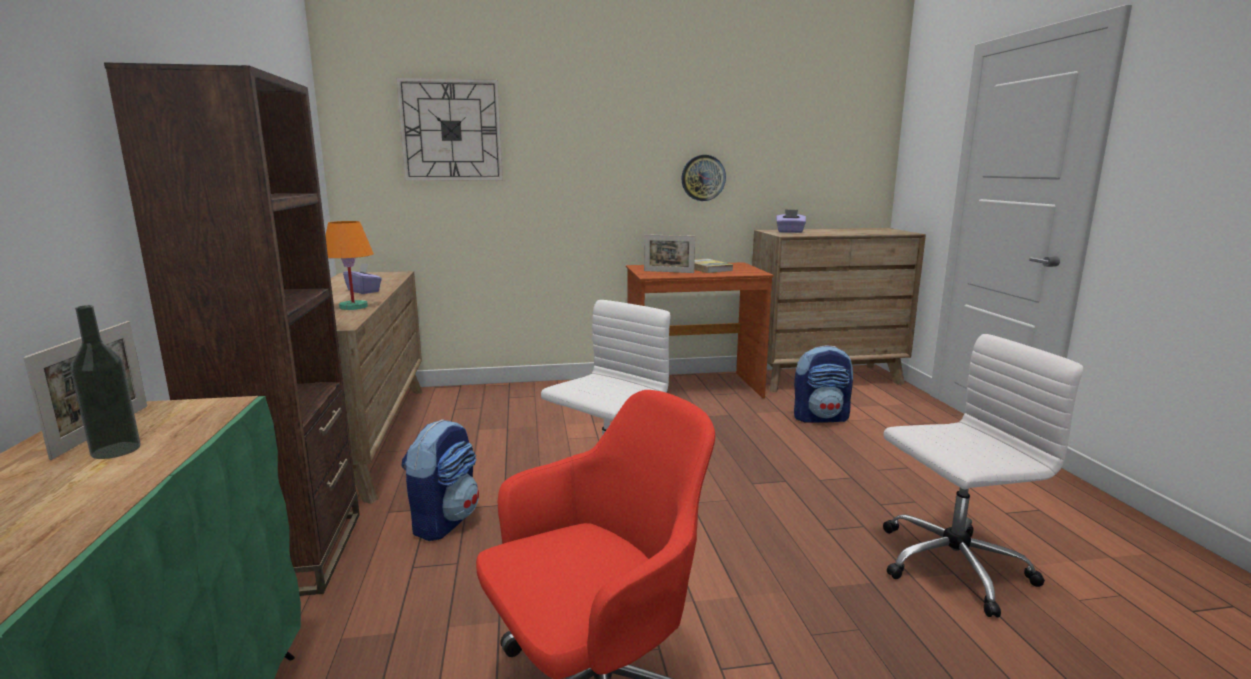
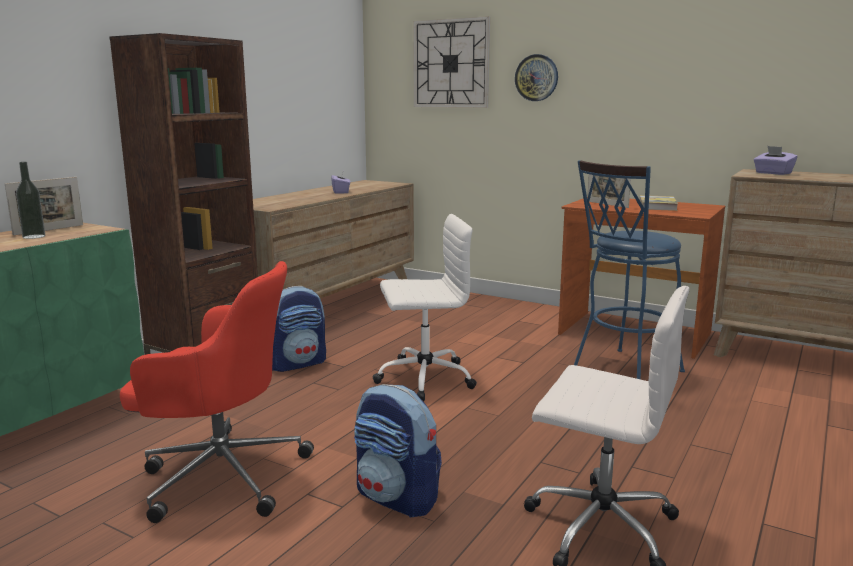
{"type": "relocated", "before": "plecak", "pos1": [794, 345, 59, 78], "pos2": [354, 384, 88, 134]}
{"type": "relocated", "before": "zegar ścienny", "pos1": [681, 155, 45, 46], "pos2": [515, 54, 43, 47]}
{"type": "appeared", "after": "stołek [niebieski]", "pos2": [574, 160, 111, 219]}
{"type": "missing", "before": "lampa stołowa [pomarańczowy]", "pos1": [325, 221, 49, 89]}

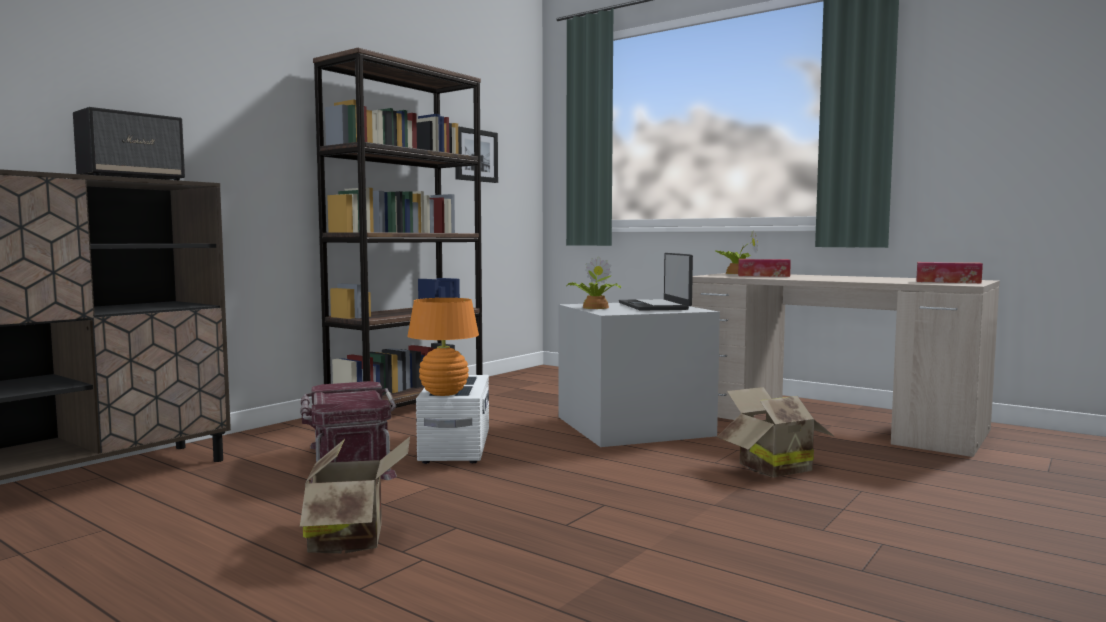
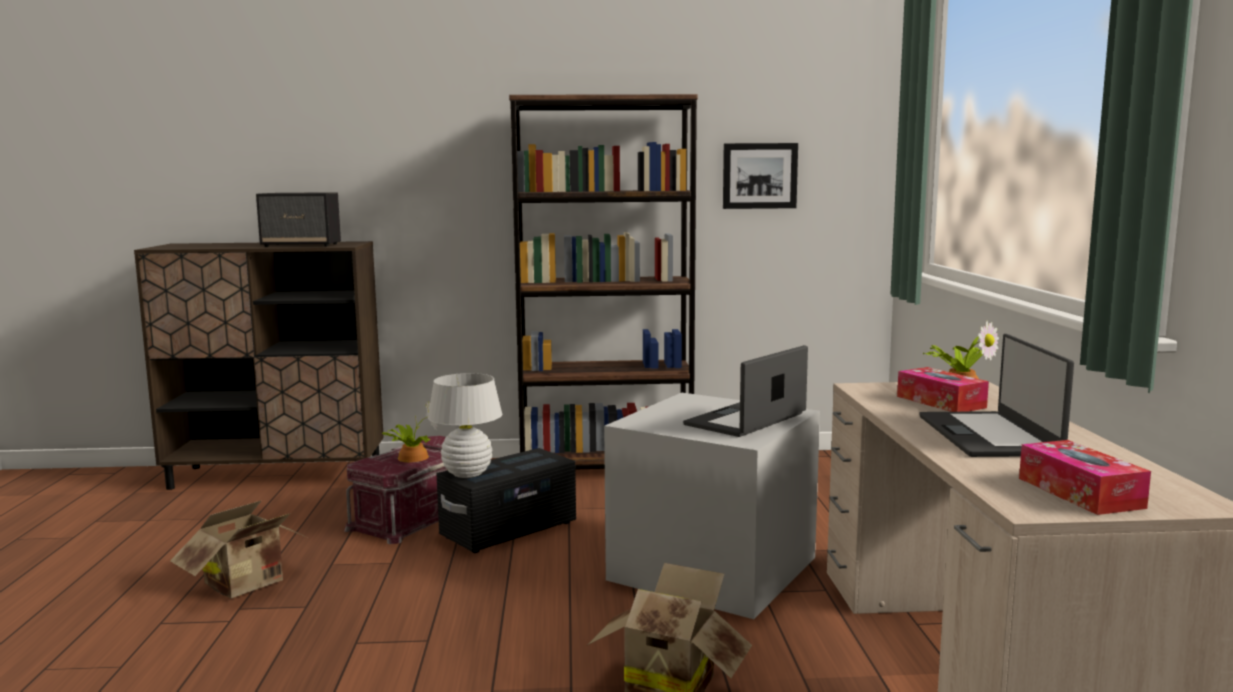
{"type": "relocated", "before": "roślina doniczkowa", "pos1": [567, 257, 54, 52], "pos2": [382, 401, 55, 61]}
{"type": "colour", "before": "lampa stołowa [pomarańczowy]", "after": "lampa stołowa [biały]", "pos1": [407, 298, 72, 98], "pos2": [428, 373, 74, 105]}
{"type": "colour", "before": "pojemnik do przechowywania [biały]", "after": "pojemnik do przechowywania [czarny]", "pos1": [416, 375, 73, 89], "pos2": [436, 448, 140, 105]}
{"type": "appeared", "after": "laptop", "pos2": [920, 334, 154, 123]}

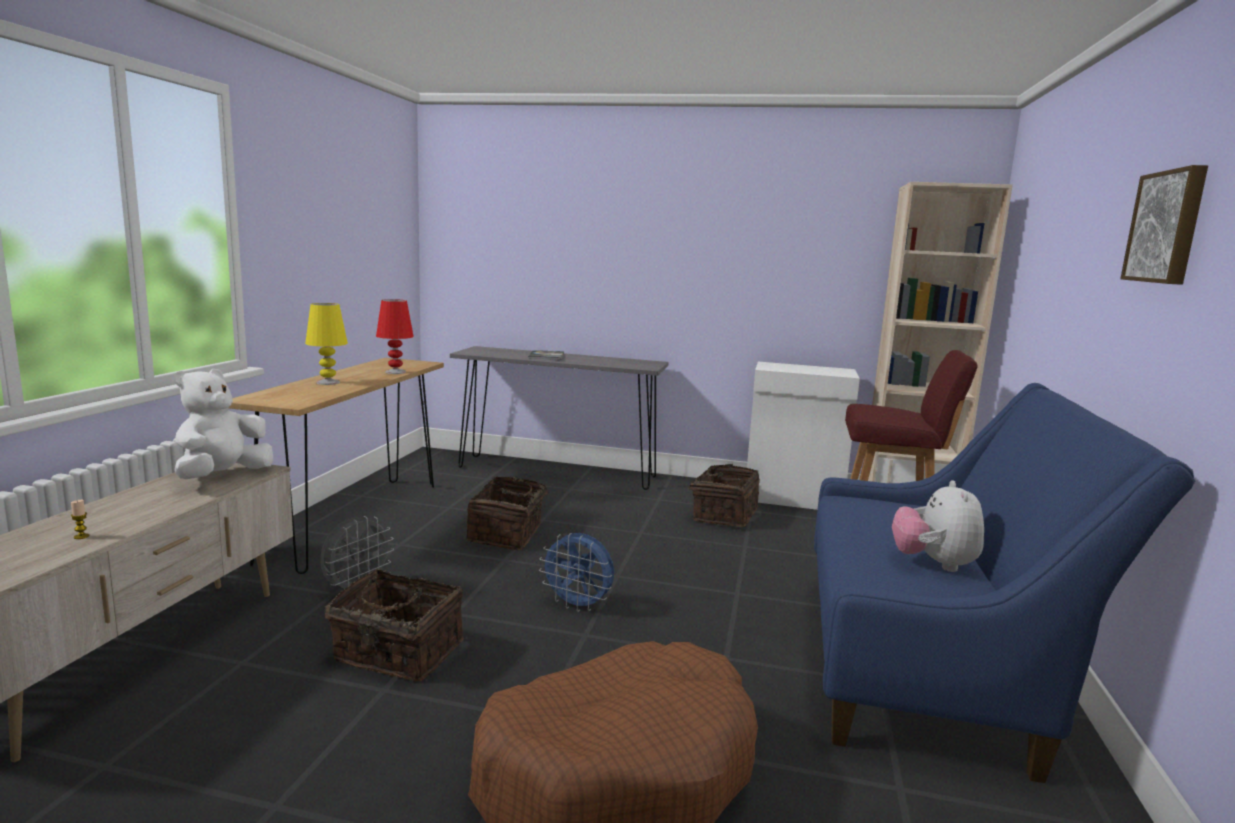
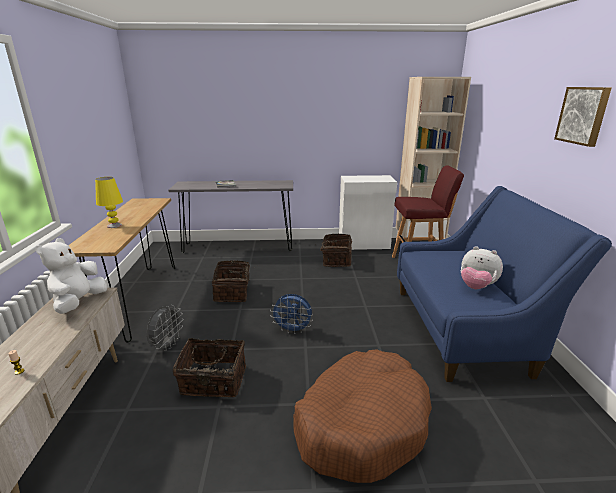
{"type": "spun", "before": "pluszak", "pos1": [892, 480, 92, 92], "pos2": [461, 246, 42, 43], "turn": -45}
{"type": "missing", "before": "lampa stołowa [czerwony]", "pos1": [376, 299, 38, 75]}

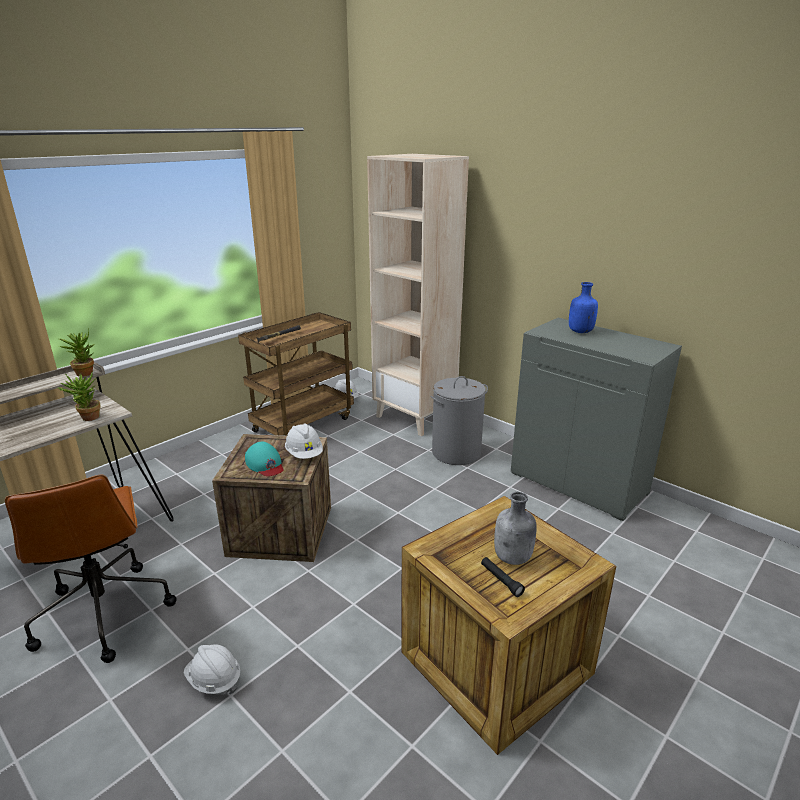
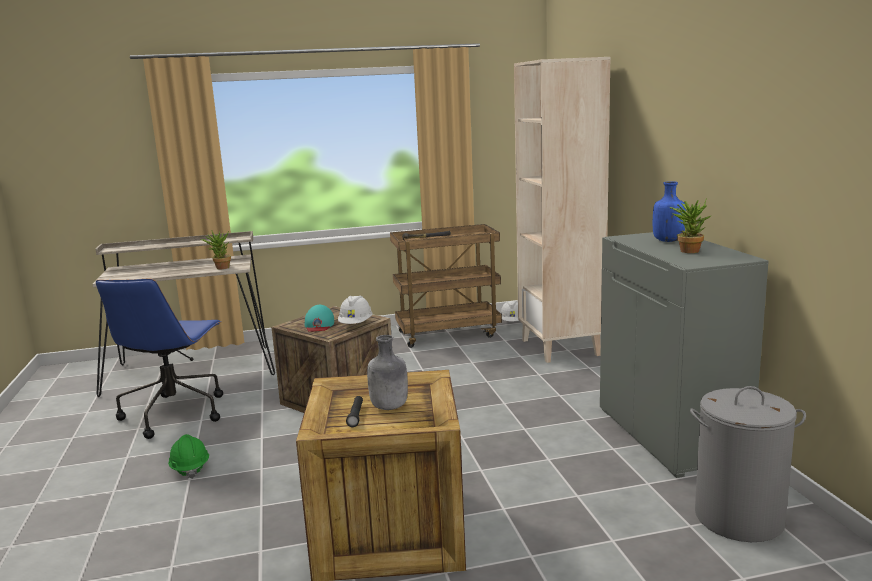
{"type": "colour", "before": "krzesło biurowe [brązowy]", "after": "krzesło biurowe [niebieski]", "pos1": [5, 475, 172, 188], "pos2": [96, 279, 127, 160]}
{"type": "colour", "before": "kask [biały]", "after": "kask [zielony]", "pos1": [184, 644, 56, 51], "pos2": [168, 434, 41, 45]}
{"type": "relocated", "before": "roślina doniczkowa", "pos1": [59, 329, 35, 48], "pos2": [670, 198, 42, 55]}
{"type": "relocated", "before": "kosz na pranie [szary]", "pos1": [430, 376, 58, 89], "pos2": [690, 386, 116, 156]}

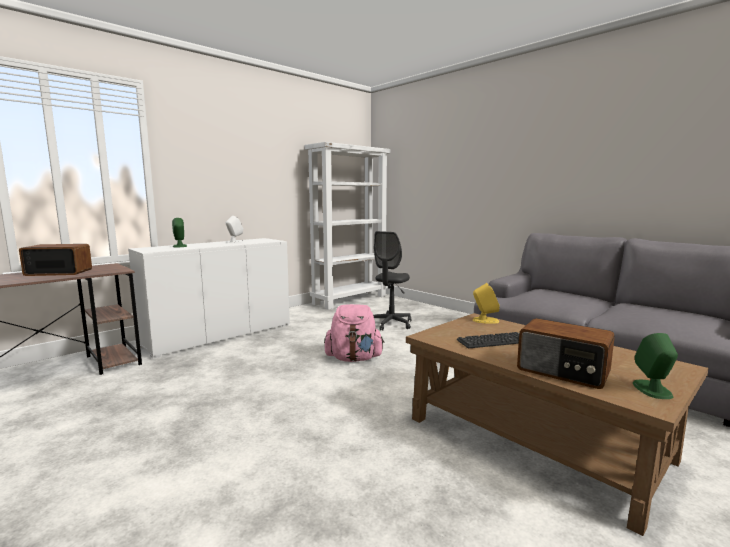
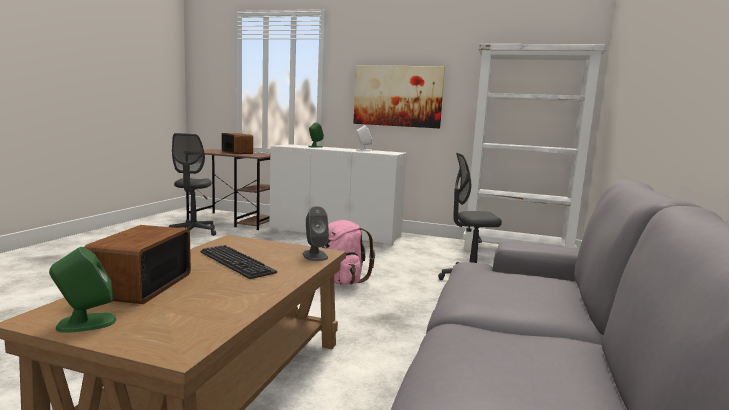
{"type": "appeared", "after": "krzesło biurowe [szary]", "pos2": [169, 133, 47, 103]}
{"type": "colour", "before": "głośnik [żółty]", "after": "głośnik [szary]", "pos1": [473, 283, 26, 41], "pos2": [303, 206, 26, 55]}
{"type": "appeared", "after": "obraz", "pos2": [353, 65, 92, 63]}

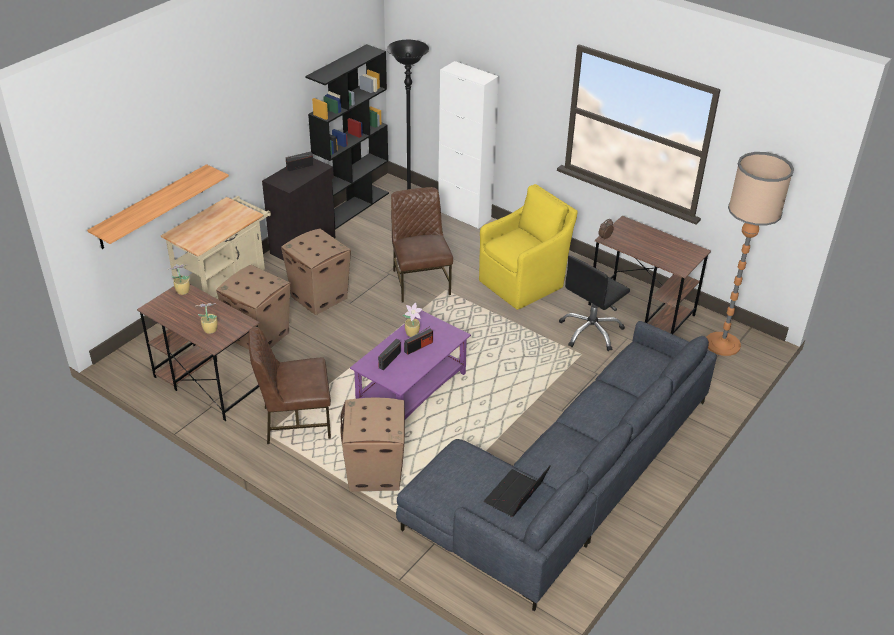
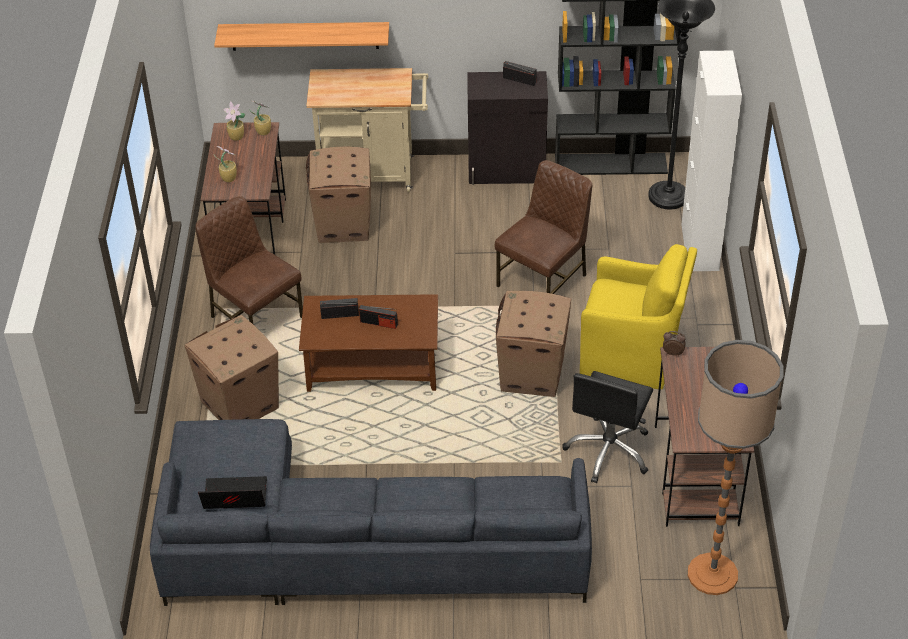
{"type": "relocated", "before": "roślina doniczkowa", "pos1": [402, 303, 21, 34], "pos2": [224, 102, 21, 39]}
{"type": "colour", "before": "ława [fioletowy]", "after": "ława [brązowy]", "pos1": [350, 311, 121, 108], "pos2": [299, 294, 139, 98]}
{"type": "relocated", "before": "karton", "pos1": [281, 228, 70, 87], "pos2": [496, 291, 75, 106]}
{"type": "spun", "before": "krzesło biurowe [czarny]", "pos1": [559, 255, 71, 96], "pos2": [562, 371, 91, 112], "turn": -75}

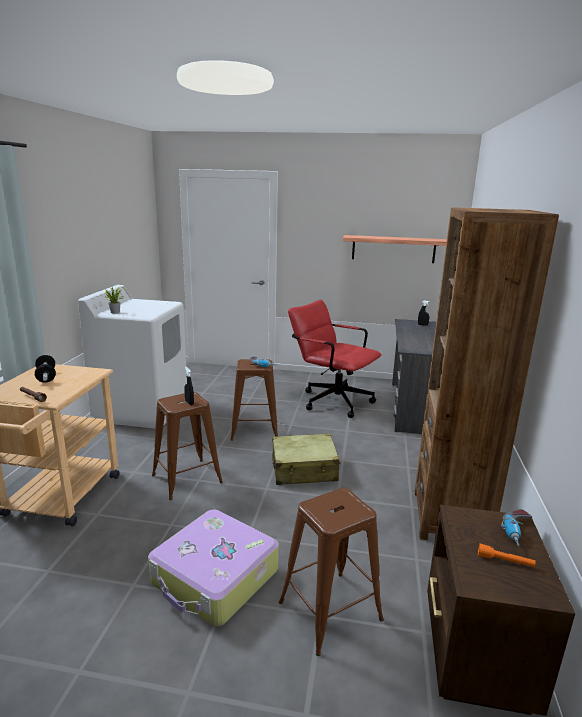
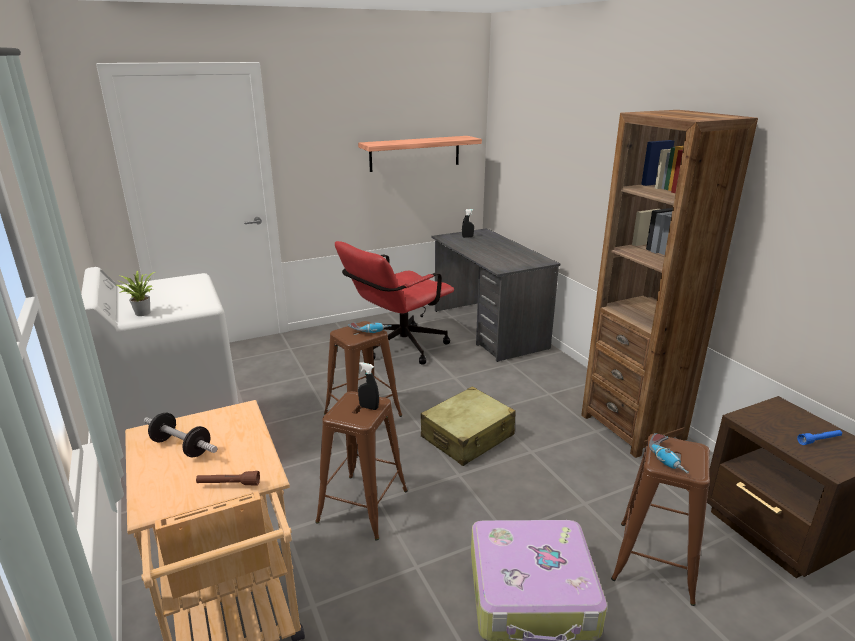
{"type": "spun", "before": "krzesło biurowe [czerwony]", "pos1": [288, 300, 94, 118], "pos2": [335, 241, 119, 124], "turn": -45}
{"type": "relocated", "before": "wiertarka", "pos1": [501, 509, 31, 37], "pos2": [649, 433, 40, 41]}
{"type": "colour", "before": "latarka [pomarańczowy]", "after": "latarka [niebieski]", "pos1": [478, 543, 57, 24], "pos2": [797, 430, 45, 15]}

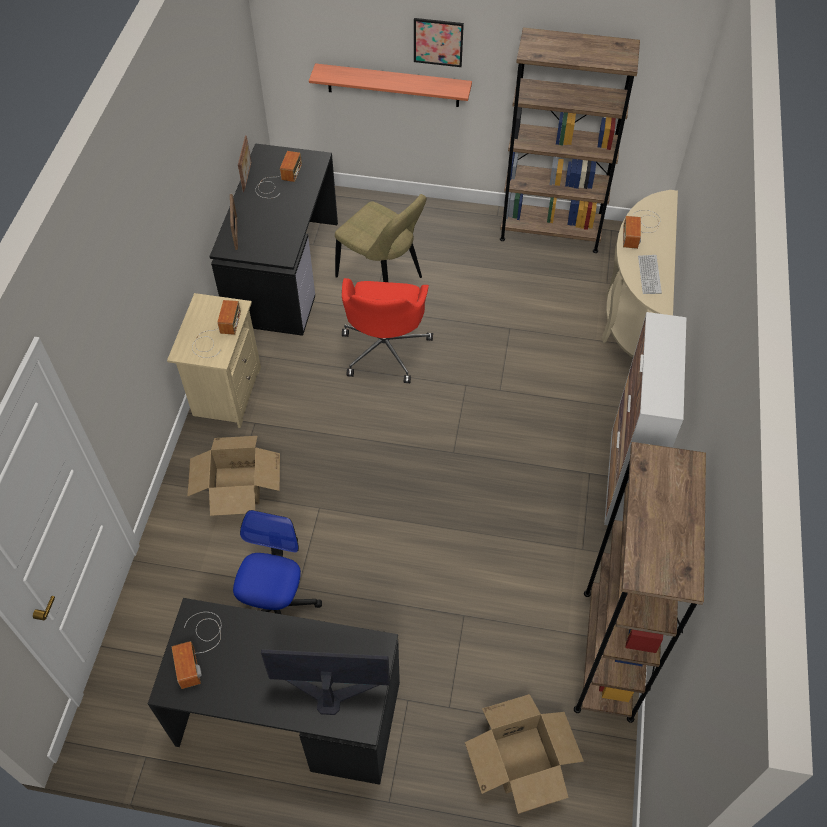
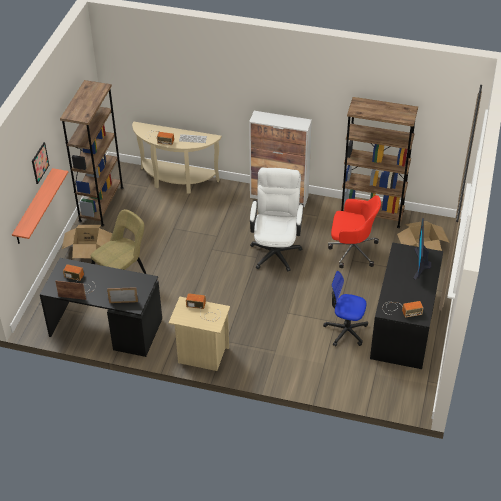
{"type": "relocated", "before": "karton", "pos1": [187, 436, 93, 80], "pos2": [62, 225, 50, 33]}
{"type": "appeared", "after": "krzesło biurowe [biały]", "pos2": [250, 168, 54, 103]}
{"type": "relocated", "before": "krzesło biurowe [czerwony]", "pos1": [342, 278, 91, 105], "pos2": [328, 195, 53, 73]}

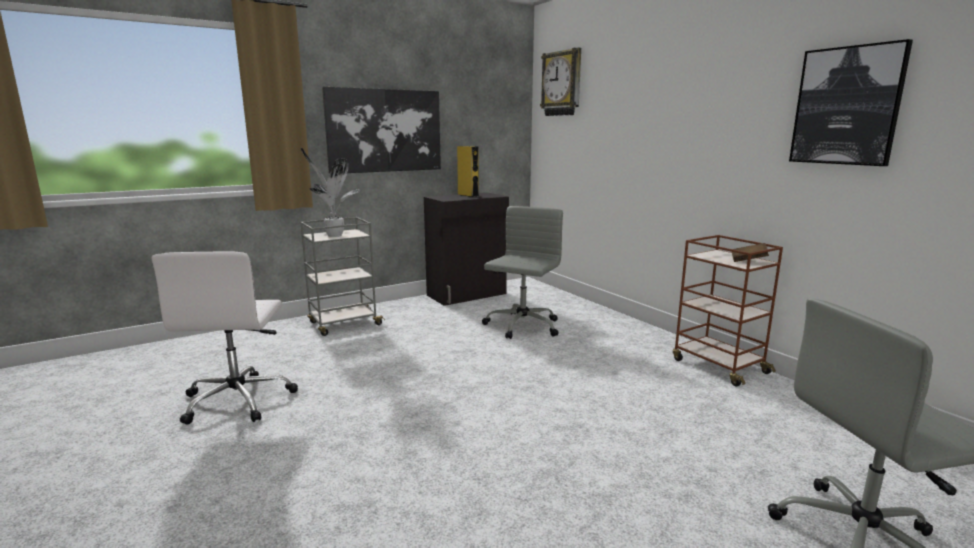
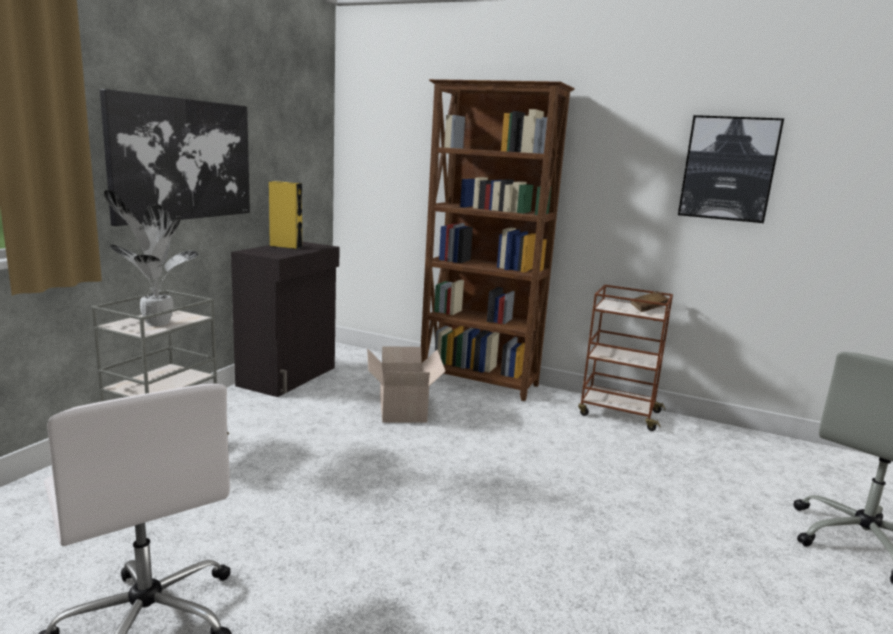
{"type": "exchanged", "before": "krzesło biurowe [szary]", "after": "karton", "pos1": [482, 206, 81, 133], "pos2": [367, 346, 79, 77]}
{"type": "appeared", "after": "regał [brązowy]", "pos2": [421, 79, 154, 322]}
{"type": "missing", "before": "zegar ścienny", "pos1": [540, 48, 41, 68]}

